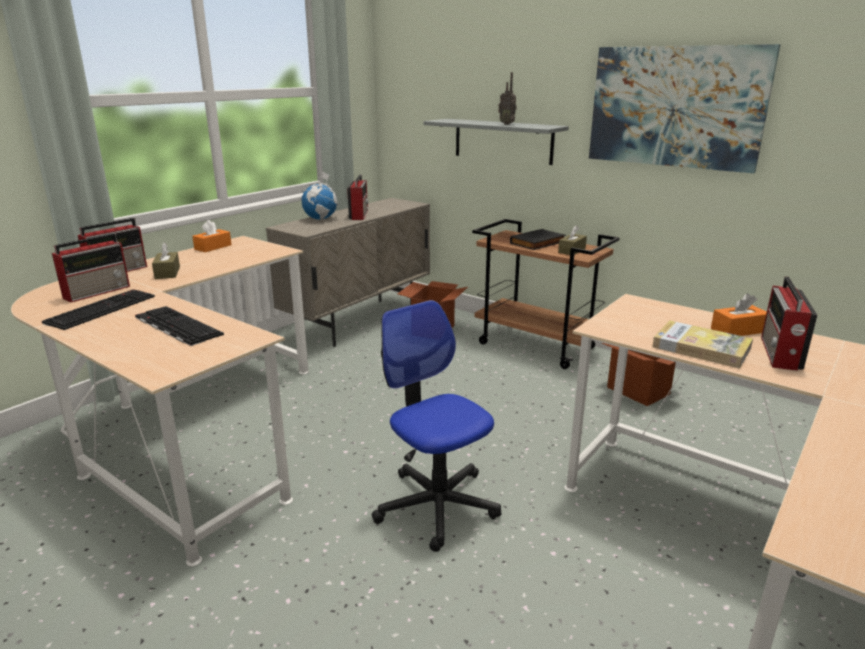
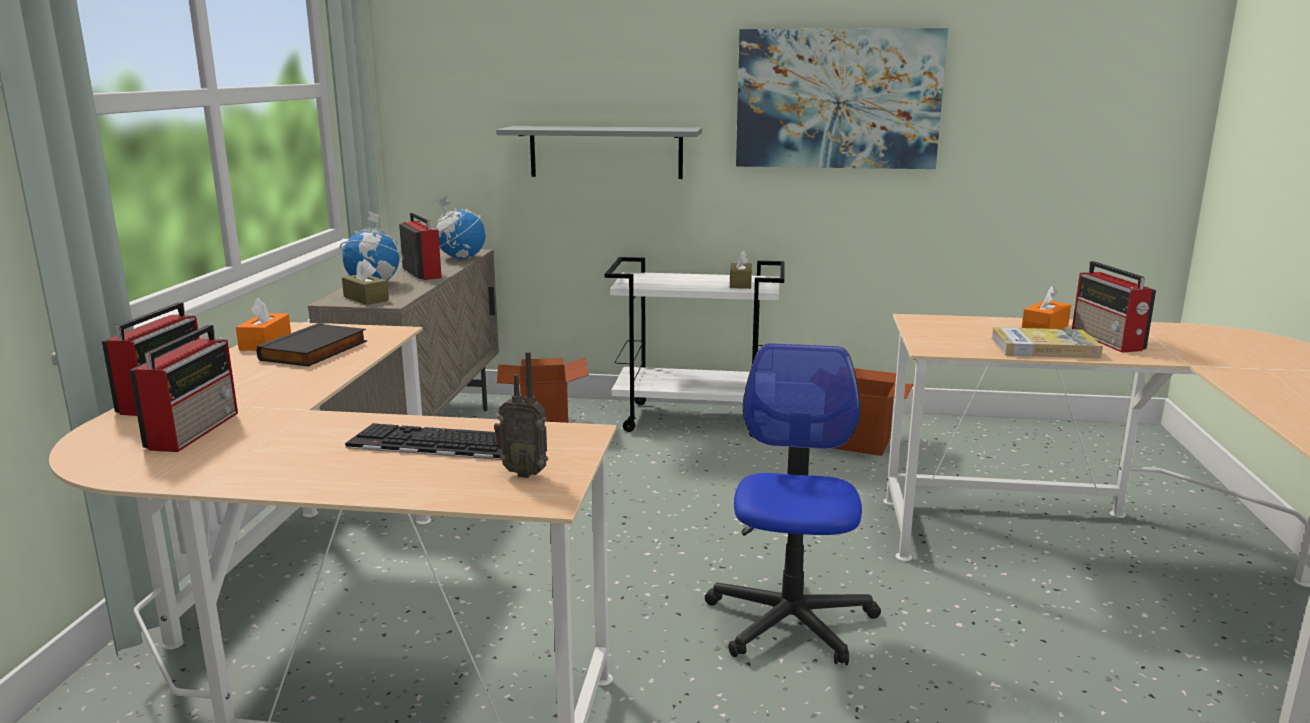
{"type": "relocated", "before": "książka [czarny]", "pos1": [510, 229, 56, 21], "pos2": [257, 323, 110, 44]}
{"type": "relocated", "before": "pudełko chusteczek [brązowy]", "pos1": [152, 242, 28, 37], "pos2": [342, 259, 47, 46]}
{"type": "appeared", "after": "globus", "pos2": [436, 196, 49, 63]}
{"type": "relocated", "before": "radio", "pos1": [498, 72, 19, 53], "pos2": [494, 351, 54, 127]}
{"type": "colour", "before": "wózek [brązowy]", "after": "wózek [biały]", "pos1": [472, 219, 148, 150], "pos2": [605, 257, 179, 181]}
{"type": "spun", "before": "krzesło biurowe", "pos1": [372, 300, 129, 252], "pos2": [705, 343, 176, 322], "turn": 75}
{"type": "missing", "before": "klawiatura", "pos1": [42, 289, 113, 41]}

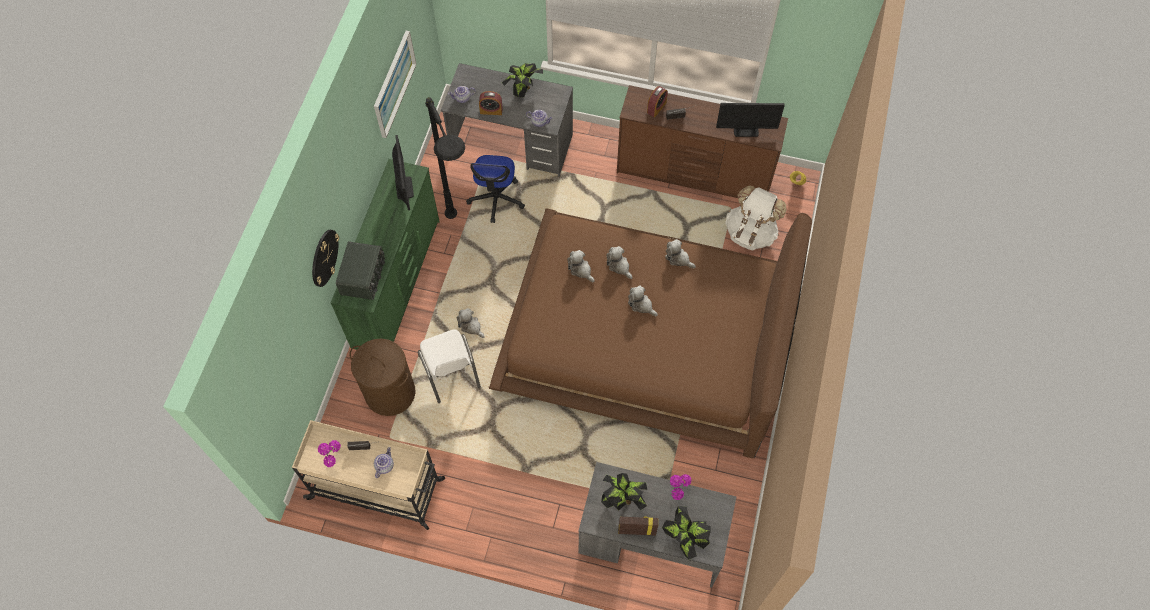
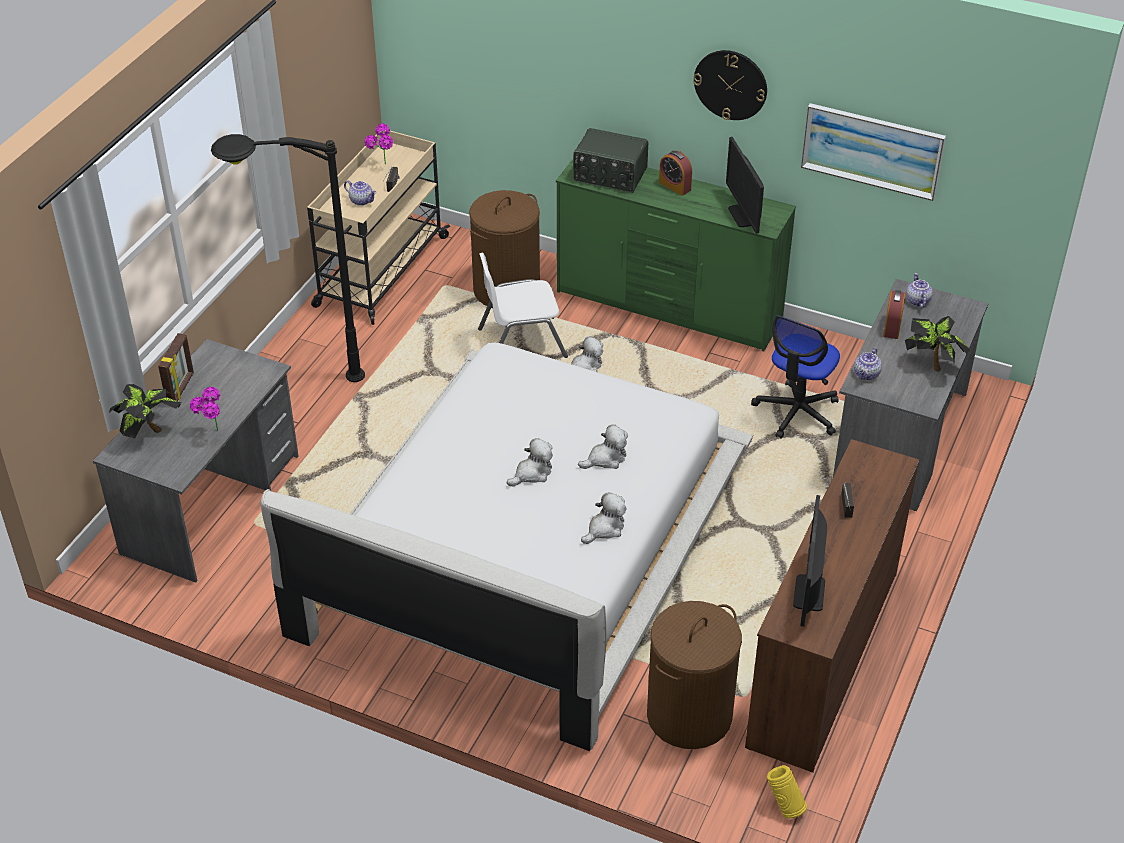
{"type": "relocated", "before": "lampa stojąca [czarny]", "pos1": [425, 97, 40, 122], "pos2": [211, 134, 154, 248]}
{"type": "colour", "before": "łóżko [brązowy]", "after": "łóżko [biały]", "pos1": [488, 208, 324, 250], "pos2": [261, 342, 492, 409]}
{"type": "exchanged", "before": "plecak [biały]", "after": "kosz na pranie [brązowy]", "pos1": [725, 185, 62, 65], "pos2": [647, 601, 95, 148]}
{"type": "relocated", "before": "budzik", "pos1": [647, 86, 21, 31], "pos2": [659, 151, 33, 45]}
{"type": "relocated", "before": "zegar ścienny", "pos1": [312, 230, 27, 57], "pos2": [693, 50, 74, 70]}
{"type": "spun", "before": "monitor", "pos1": [392, 135, 22, 75], "pos2": [726, 137, 38, 97], "turn": 75}
{"type": "spun", "before": "krzesło biurowe", "pos1": [466, 155, 59, 68], "pos2": [751, 316, 89, 123], "turn": -75}
{"type": "missing", "before": "pluszak", "pos1": [567, 250, 28, 32]}
{"type": "missing", "before": "roślina doniczkowa", "pos1": [601, 473, 46, 37]}

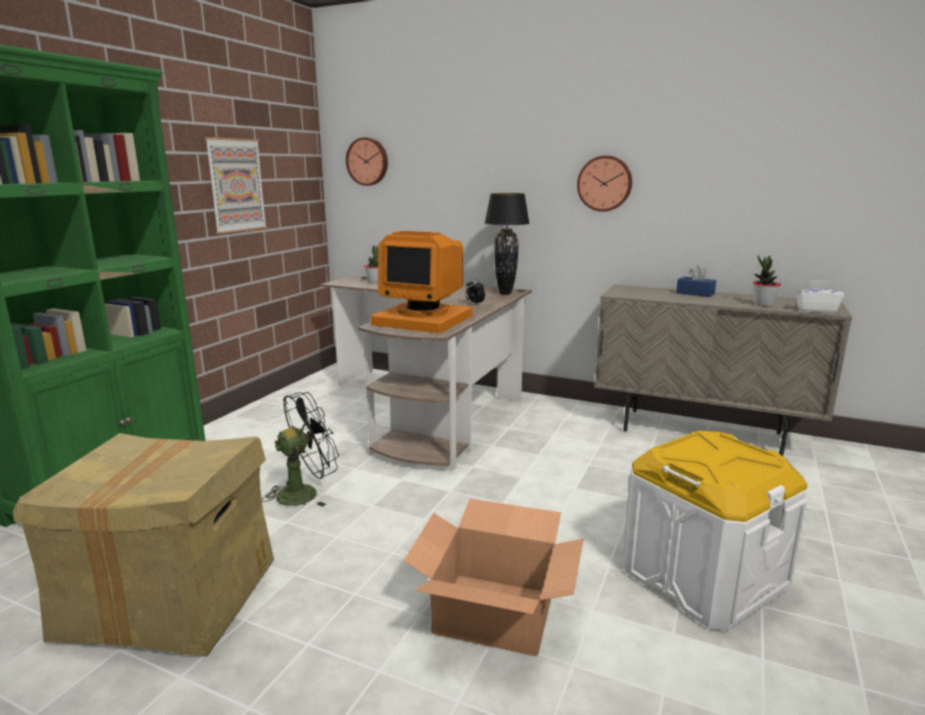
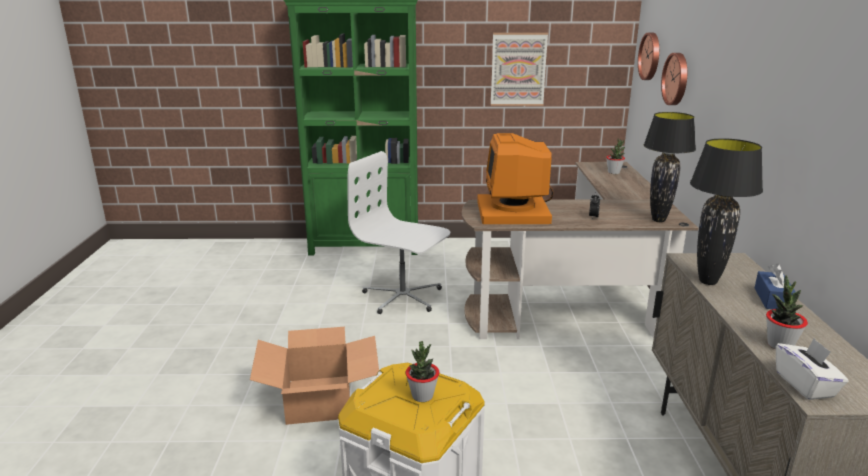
{"type": "exchanged", "before": "wentylator [czarny]", "after": "krzesło biurowe [biały]", "pos1": [262, 392, 77, 115], "pos2": [348, 151, 102, 163]}
{"type": "appeared", "after": "roślina doniczkowa", "pos2": [406, 341, 33, 61]}
{"type": "relocated", "before": "zegar ścienny", "pos1": [577, 155, 55, 57], "pos2": [661, 53, 26, 52]}
{"type": "appeared", "after": "lampa stołowa [czarny]", "pos2": [690, 138, 73, 147]}
{"type": "missing", "before": "karton", "pos1": [13, 433, 261, 223]}

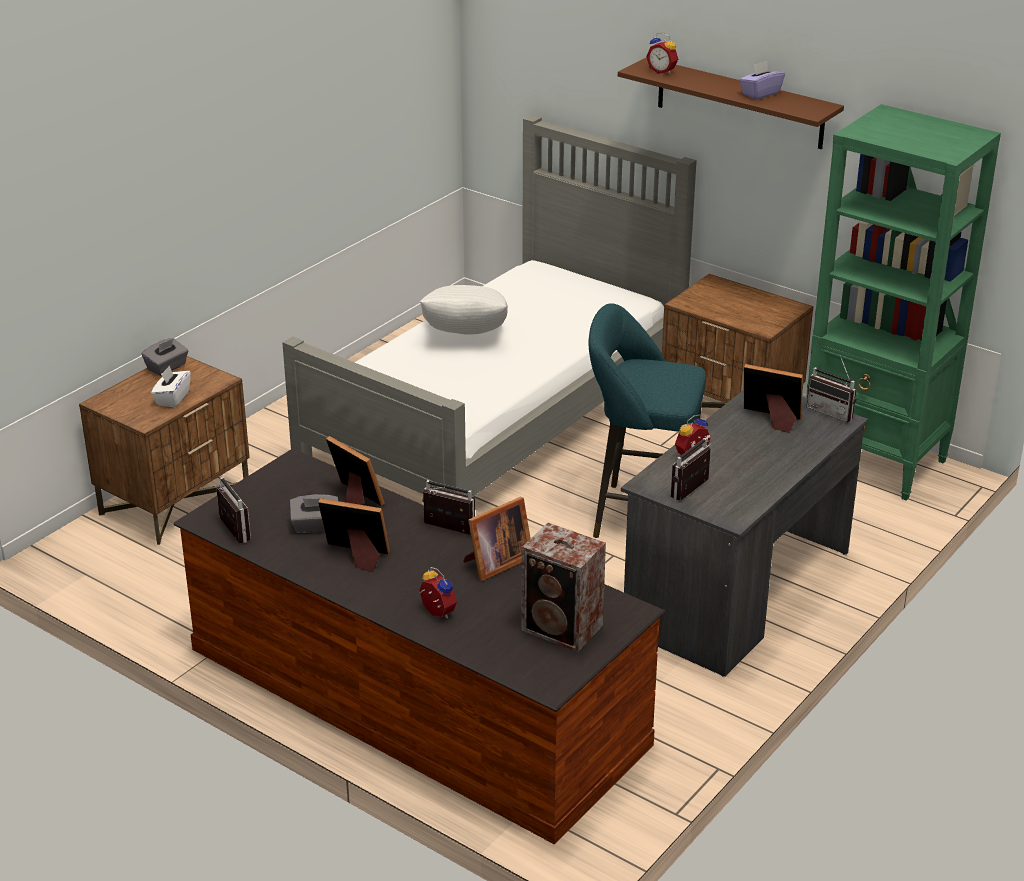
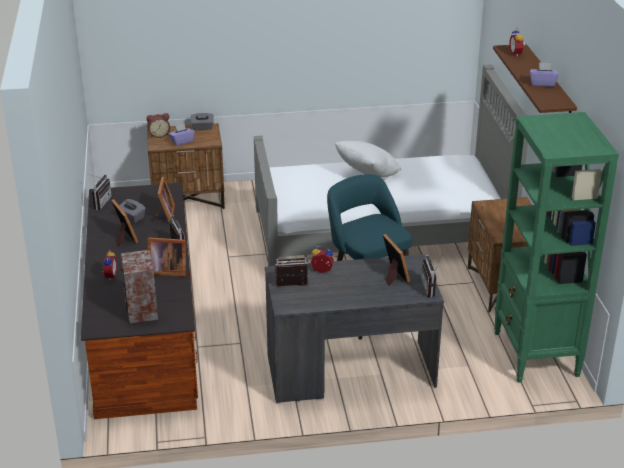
{"type": "appeared", "after": "budzik", "pos2": [147, 113, 23, 25]}
{"type": "colour", "before": "pudełko chusteczek [biały]", "after": "pudełko chusteczek [fioletowy]", "pos1": [151, 365, 40, 42], "pos2": [169, 124, 26, 22]}

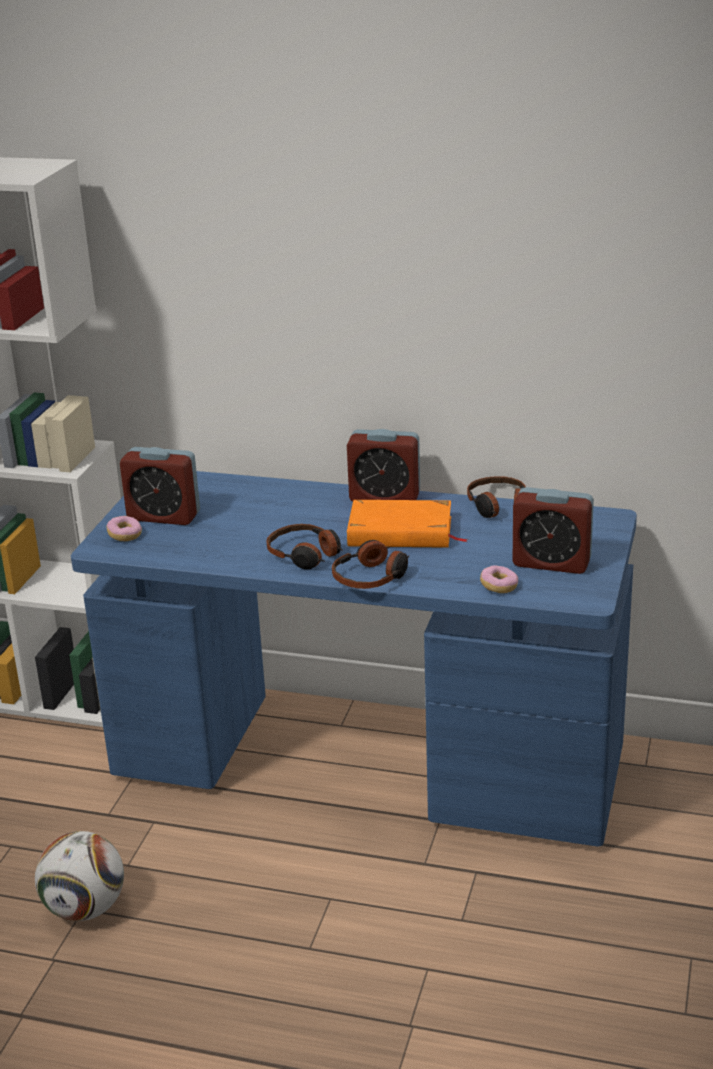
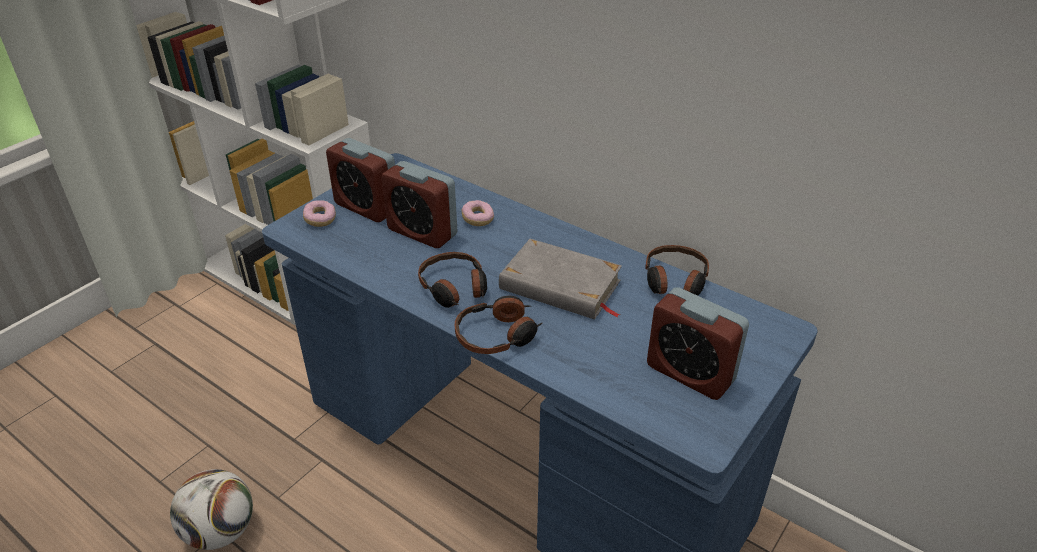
{"type": "relocated", "before": "budzik", "pos1": [347, 429, 73, 73], "pos2": [381, 161, 76, 87]}
{"type": "relocated", "before": "donut", "pos1": [480, 565, 38, 28], "pos2": [462, 200, 32, 26]}
{"type": "colour", "before": "książka [pomarańczowy]", "after": "książka [szary]", "pos1": [347, 500, 121, 48], "pos2": [499, 239, 123, 80]}

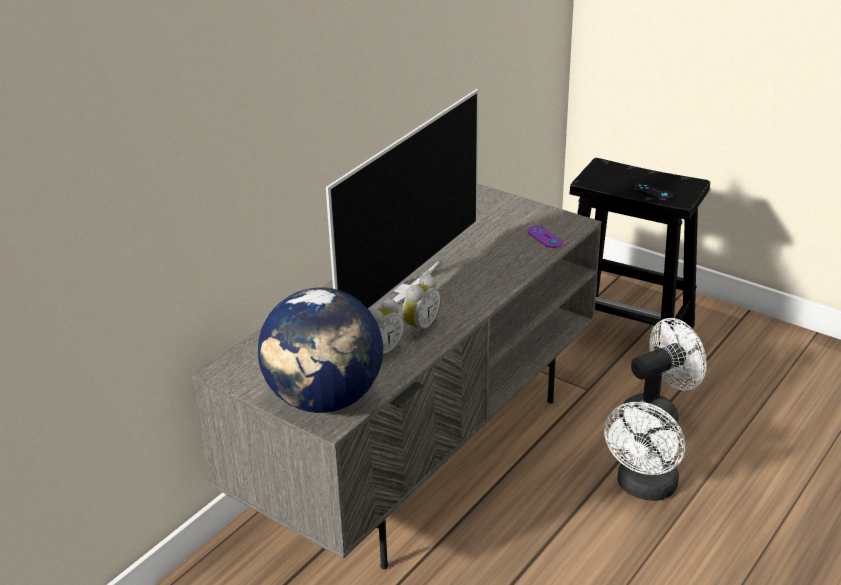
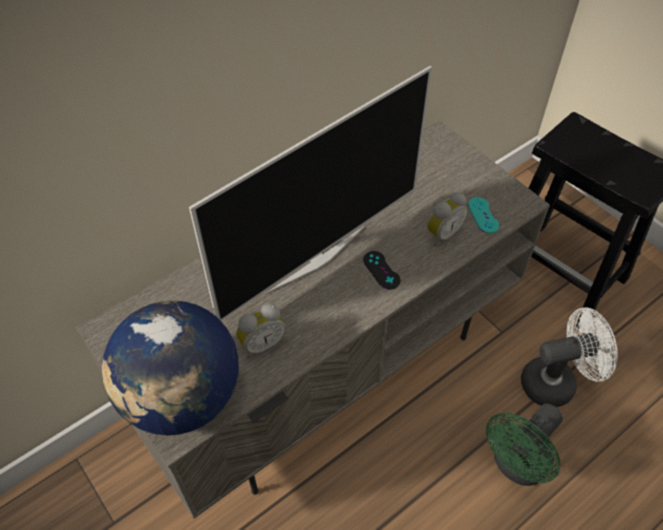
{"type": "relocated", "before": "pad do gier [czarny]", "pos1": [634, 183, 39, 17], "pos2": [363, 251, 37, 39]}
{"type": "relocated", "before": "budzik", "pos1": [402, 275, 39, 63], "pos2": [427, 192, 41, 54]}
{"type": "colour", "before": "pad do gier [fioletowy]", "after": "pad do gier [turkusowy]", "pos1": [528, 226, 35, 22], "pos2": [468, 197, 31, 36]}
{"type": "colour", "before": "wentylator [biały]", "after": "wentylator [zielony]", "pos1": [604, 399, 82, 102], "pos2": [486, 403, 77, 83]}

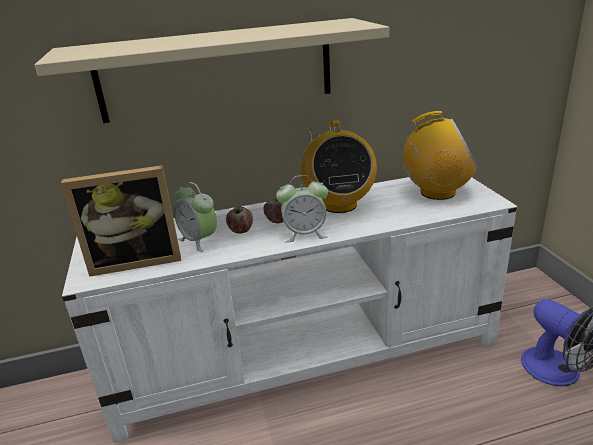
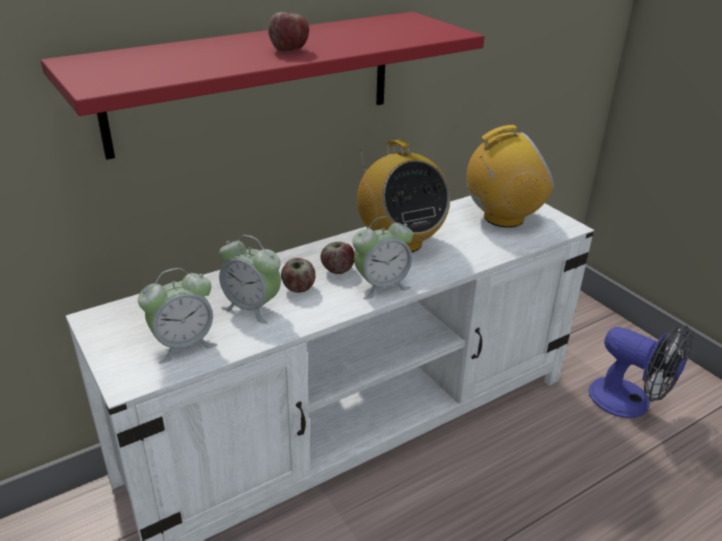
{"type": "colour", "before": "półka [beżowy]", "after": "półka [czerwony]", "pos1": [35, 18, 354, 105], "pos2": [41, 12, 444, 148]}
{"type": "exchanged", "before": "ramka na zdjęcie", "after": "budzik", "pos1": [61, 165, 120, 112], "pos2": [138, 268, 79, 96]}
{"type": "appeared", "after": "jabłko", "pos2": [268, 12, 41, 40]}

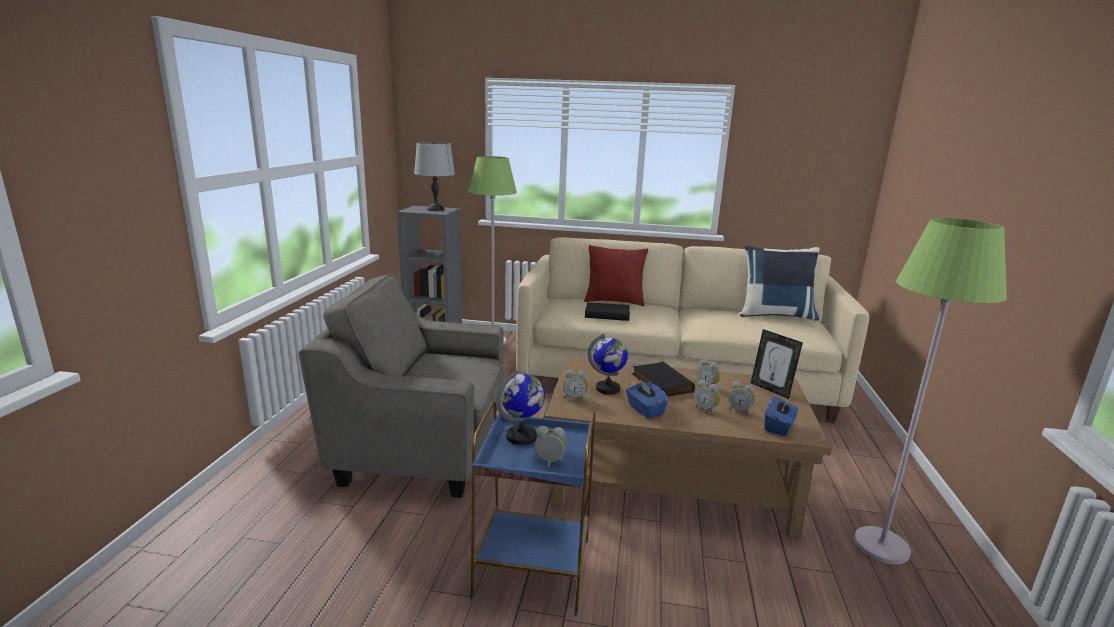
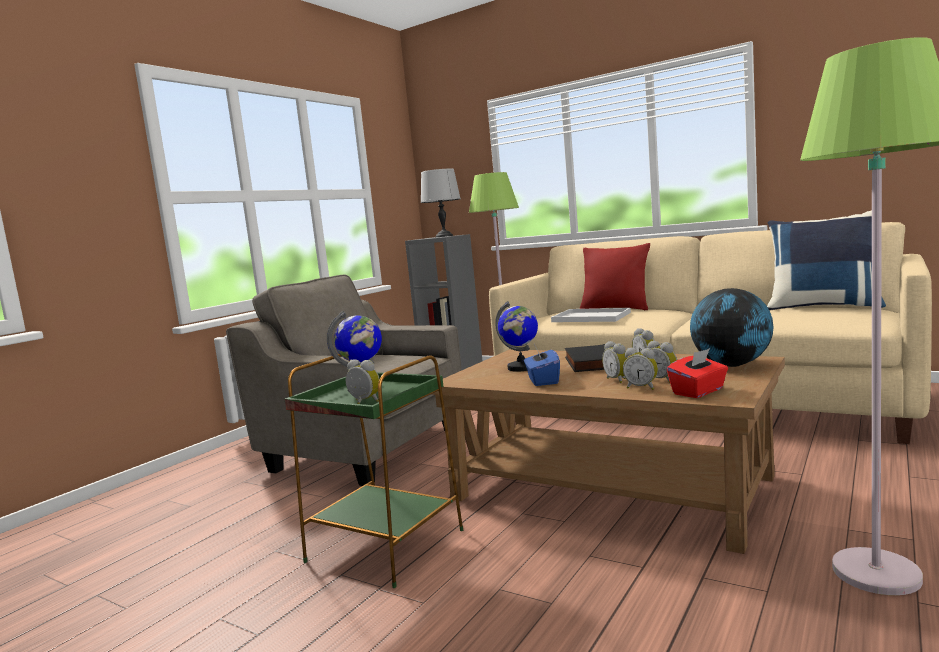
{"type": "colour", "before": "stolik [niebieski]", "after": "stolik [zielony]", "pos1": [471, 401, 124, 215], "pos2": [285, 354, 178, 234]}
{"type": "exchanged", "before": "książka [czarny]", "after": "taca [biały]", "pos1": [585, 302, 45, 19], "pos2": [551, 308, 80, 14]}
{"type": "relocated", "before": "budzik", "pos1": [563, 370, 25, 31], "pos2": [623, 348, 35, 42]}
{"type": "colour", "before": "pudełko chusteczek [niebieski]", "after": "pudełko chusteczek [czerwony]", "pos1": [764, 397, 34, 39], "pos2": [667, 348, 61, 50]}
{"type": "exchanged", "before": "ramka na zdjęcie", "after": "globus", "pos1": [751, 329, 52, 70], "pos2": [690, 288, 83, 79]}

